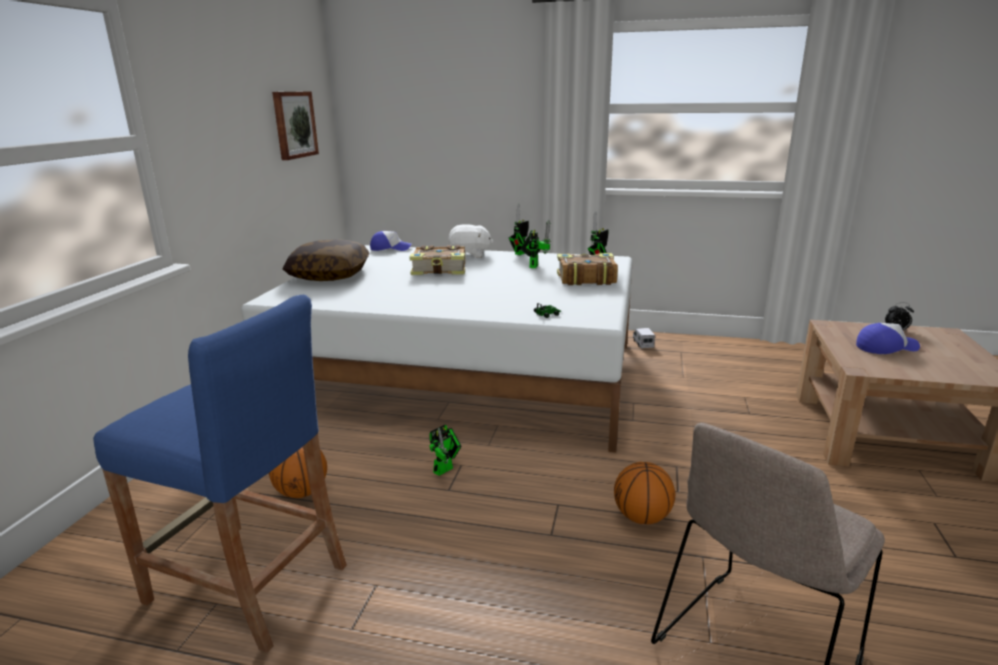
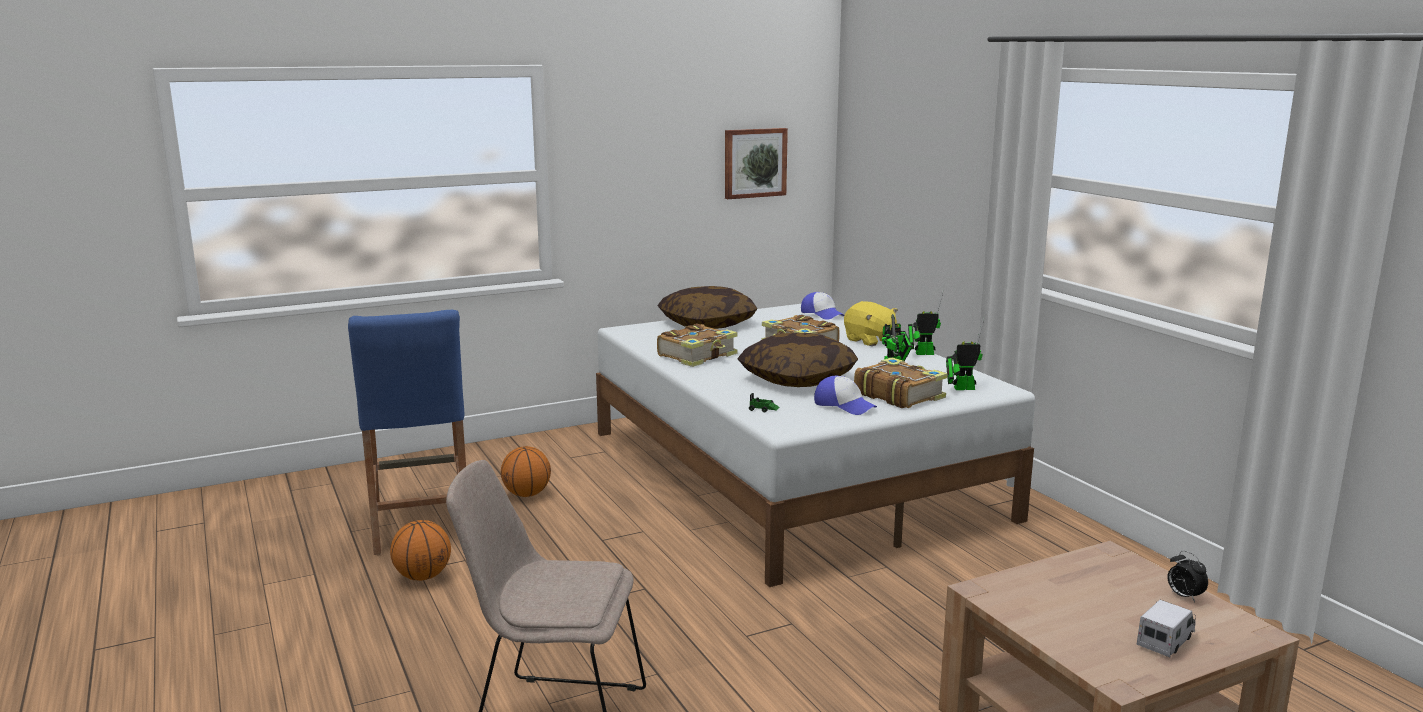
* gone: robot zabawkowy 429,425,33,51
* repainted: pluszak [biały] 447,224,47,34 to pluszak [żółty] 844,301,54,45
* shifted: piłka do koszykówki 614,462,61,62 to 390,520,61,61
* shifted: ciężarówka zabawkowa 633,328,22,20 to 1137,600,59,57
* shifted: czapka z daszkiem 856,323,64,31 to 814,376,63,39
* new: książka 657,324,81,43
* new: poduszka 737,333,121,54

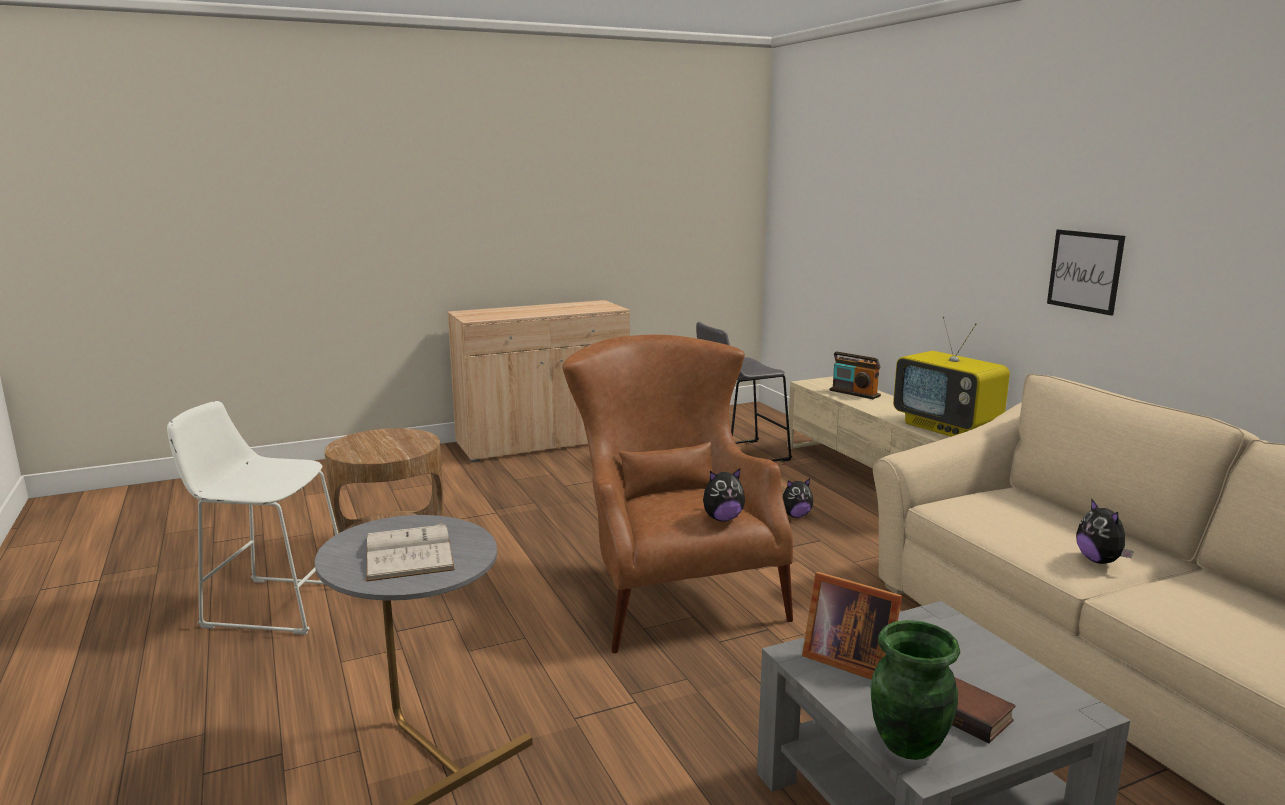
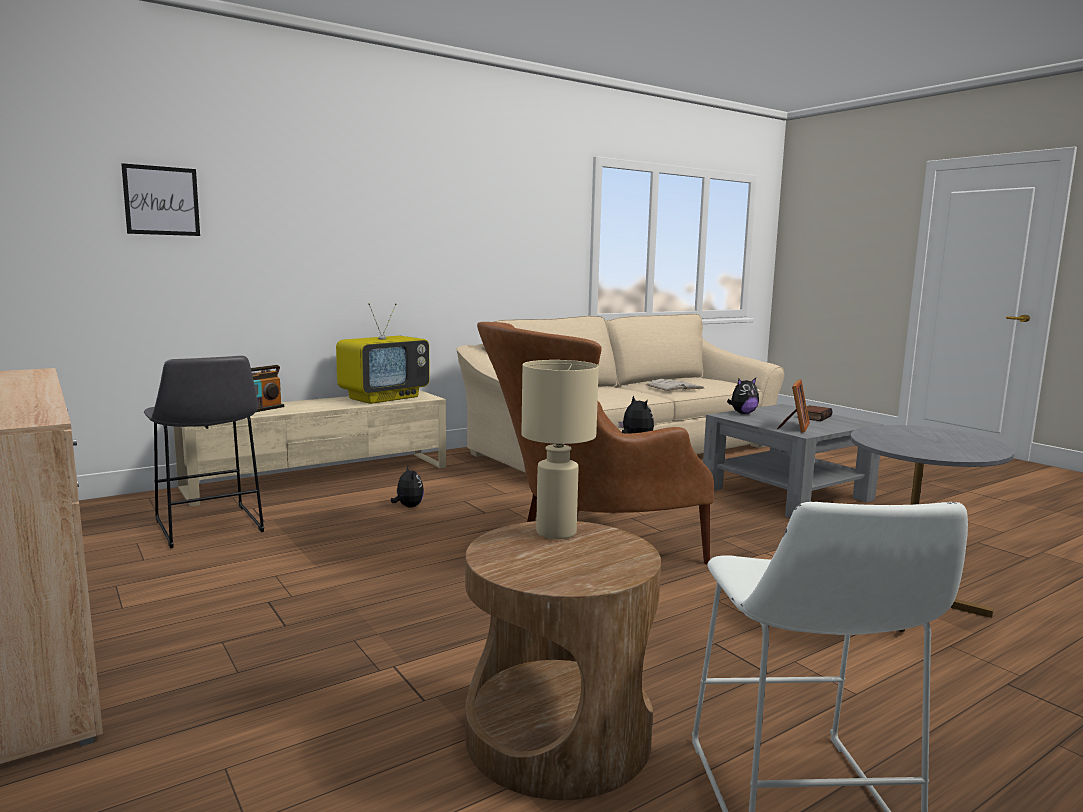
* shifted: książka [biały] 366,521,89,61 to 646,379,59,12
* gone: wazon [zielony] 871,620,89,140
* shifted: obraz 1047,230,78,86 to 121,163,79,73
* shifted: pluszak 1076,498,58,66 to 727,378,32,36
* new: lampa stołowa [beżowy] 521,360,78,179

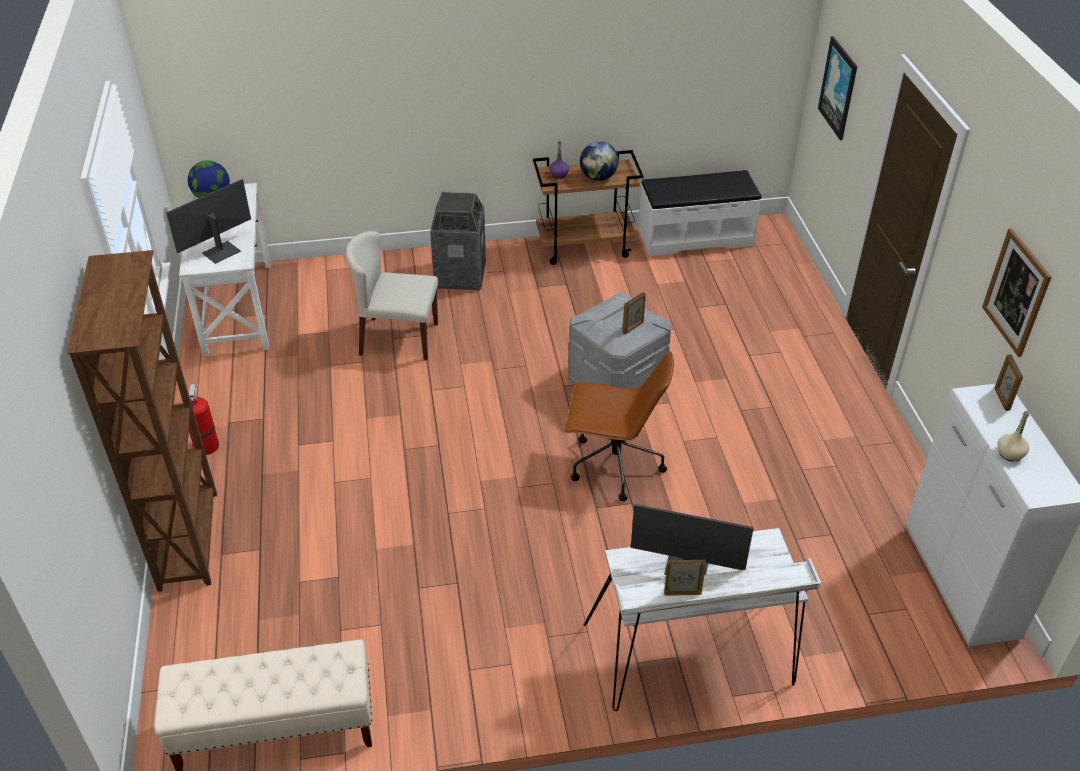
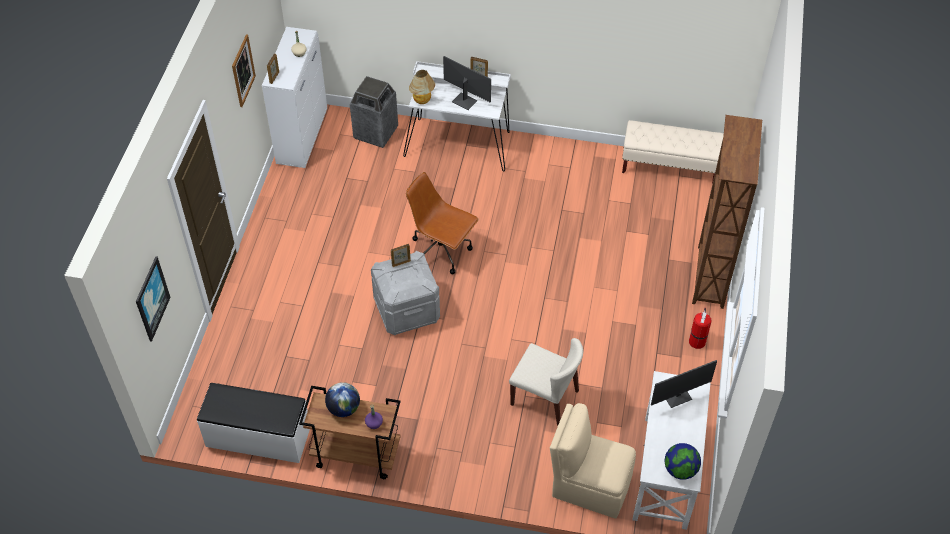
* shifted: kosz na śmieci 430,192,56,98 to 350,76,48,72
* new: lampa stołowa 409,70,26,34
* new: krzesło [beżowy] 550,403,86,115

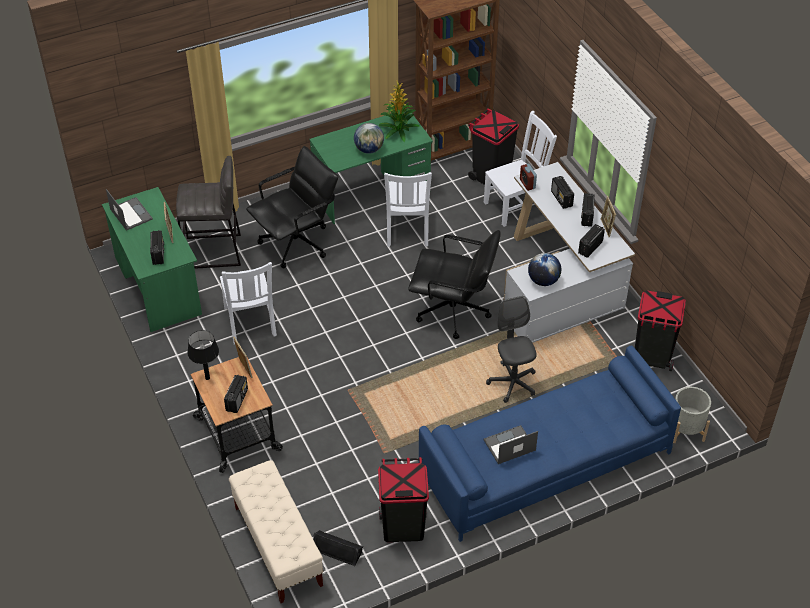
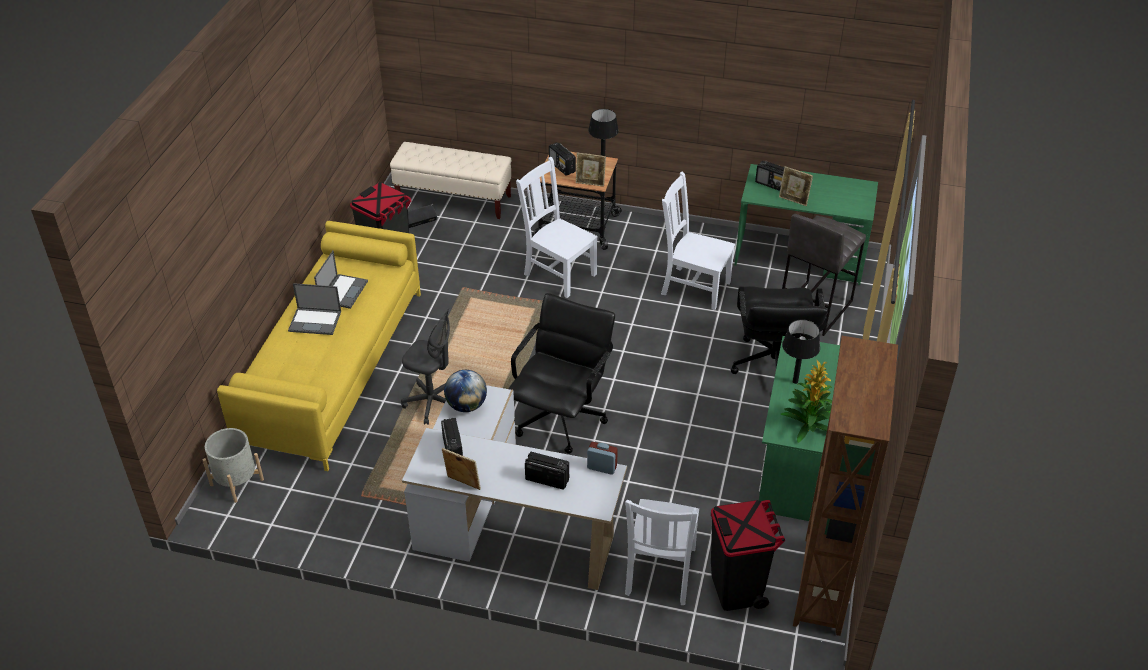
* shifted: laptop 106,189,47,42 to 288,283,53,52
* swapped: globus 354,123,30,31 to lampa stołowa [czarny] 782,319,38,65
* shifted: krzesło [biały] 384,172,48,75 to 516,157,82,141
* rotated: krzesło biurowe [czarny] 408,230,93,109 = 509,293,106,161 150 degrees clockwise
* repainted: kanapa [niebieski] 418,346,263,196 to kanapa [żółty] 217,221,204,250
* gone: radio 581,193,14,34
* gone: kosz na śmieci [czarny] 635,290,51,81

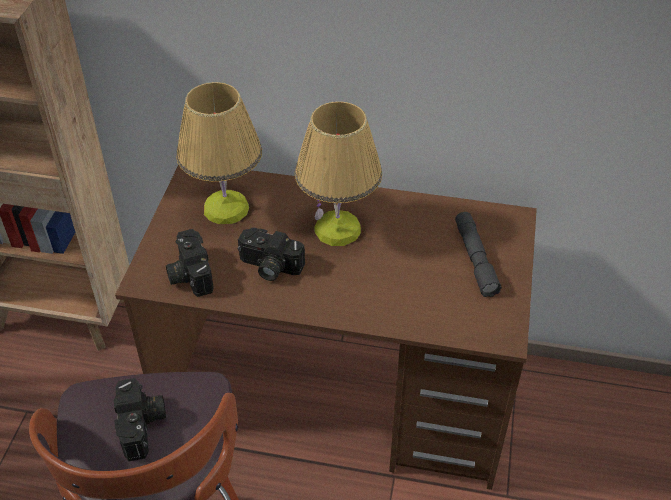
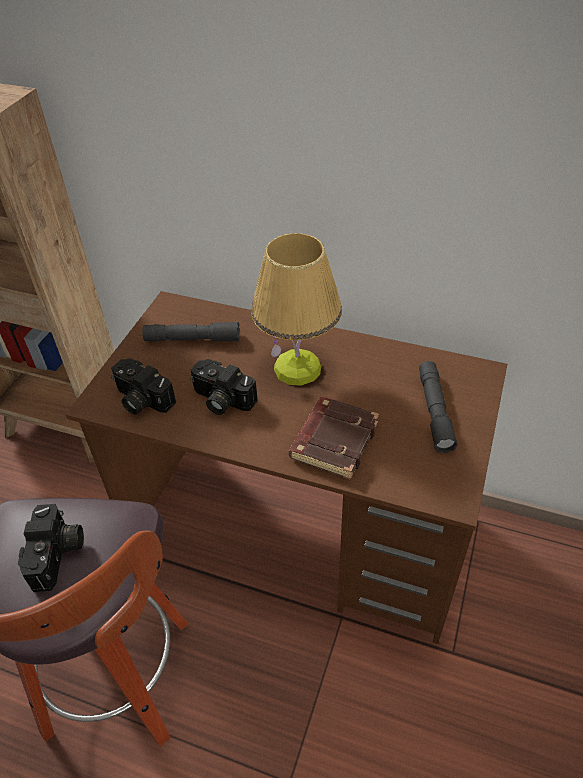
* rotated: aparat fotograficzny 166,229,48,68 = 111,358,65,57 45 degrees counterclockwise
* swapped: lampa stołowa 176,82,86,142 to latarka [szary] 142,322,98,20
* new: książka [brązowy] 289,397,90,83

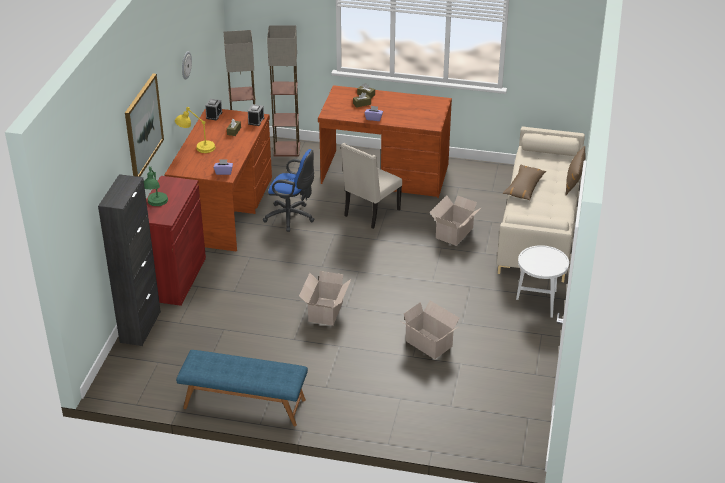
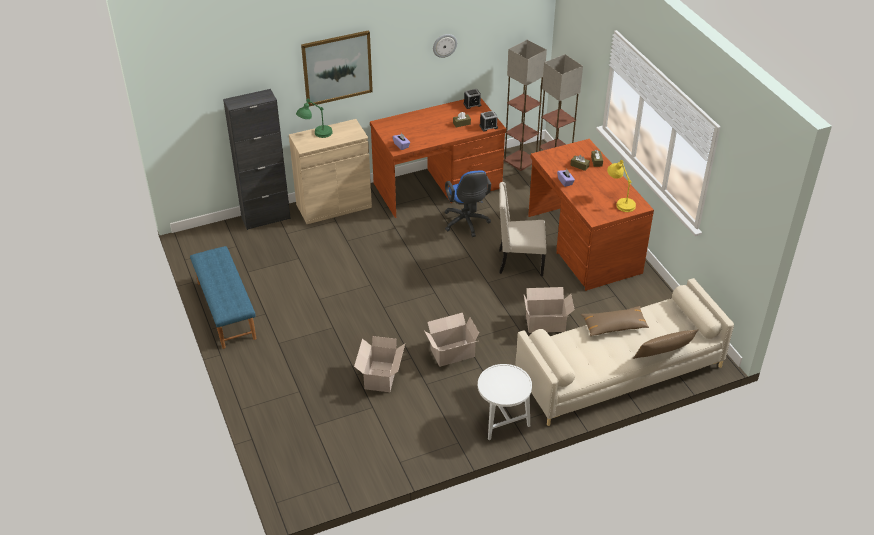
* repainted: szafka [czerwony] 146,176,60,130 to szafka [beżowy] 289,119,83,105
* shifted: lampa stołowa [żółty] 175,107,40,46 to 607,160,29,52
* shifted: karton 299,271,52,55 to 424,313,55,54

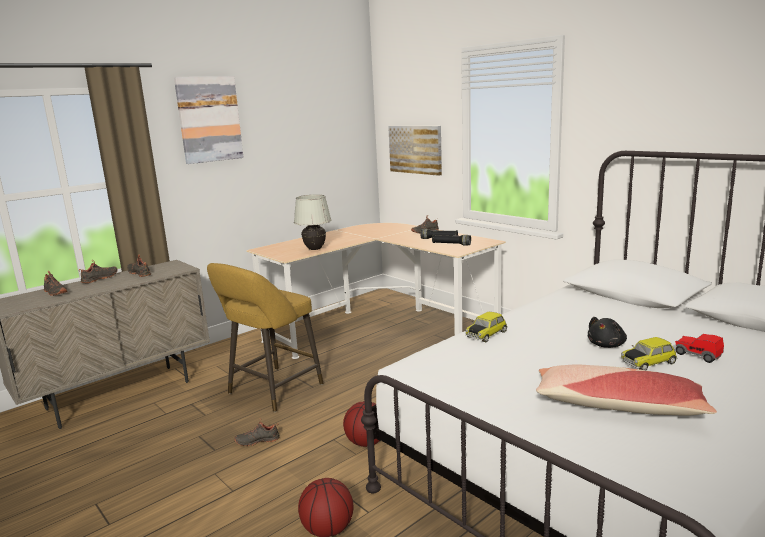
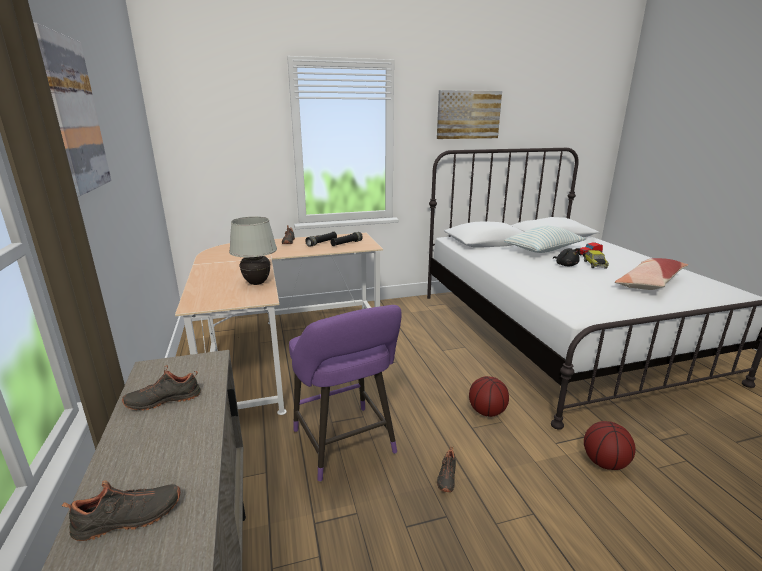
* gone: but [czarny] 79,260,39,23
* repainted: stołek [żółty] 207,263,116,149 to stołek [fioletowy] 289,305,113,177
* shifted: obraz 388,126,54,50 to 437,90,65,49
* gone: samochodzik 465,312,43,30
* new: poduszka 504,226,82,27

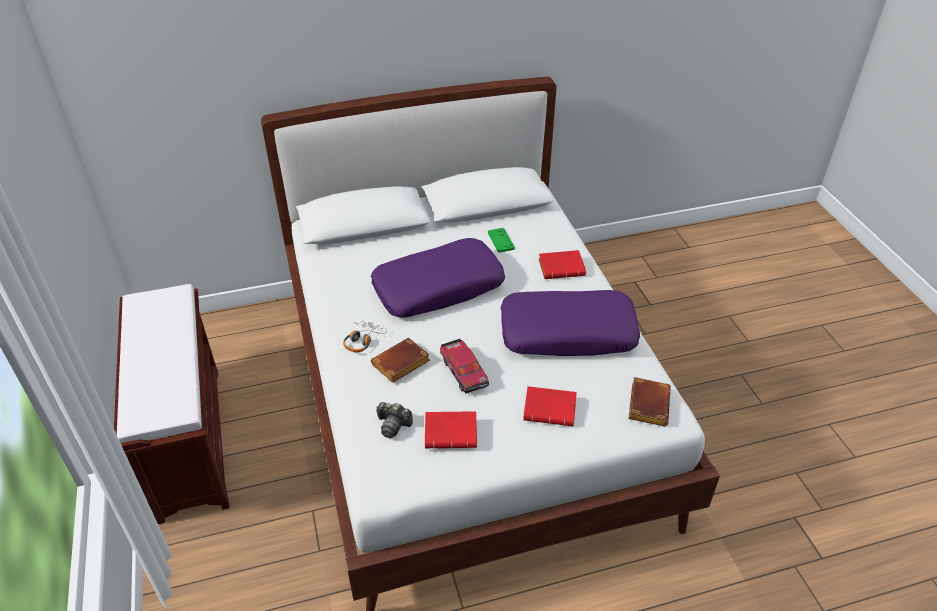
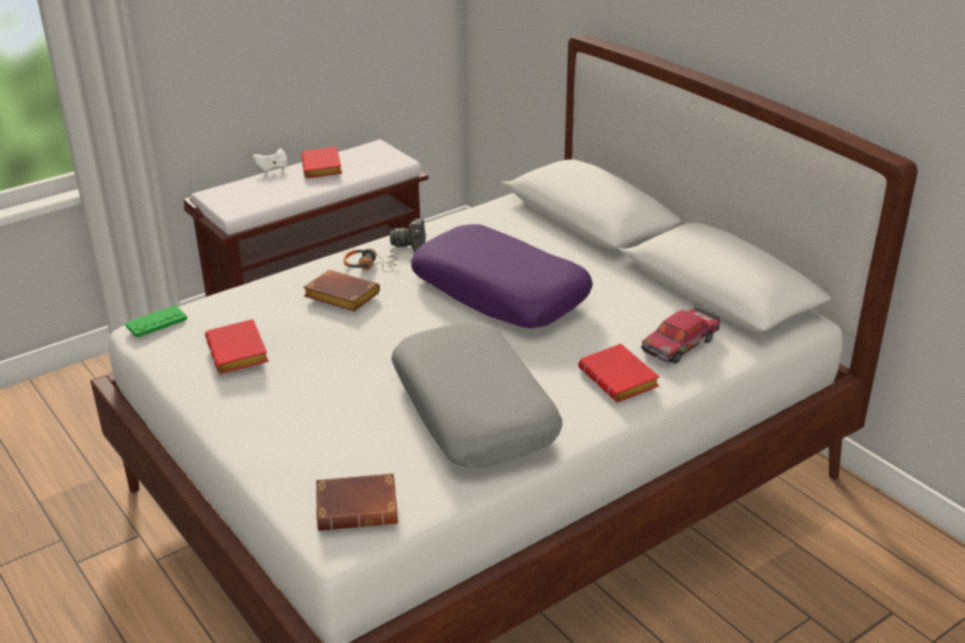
* shifted: aparat fotograficzny 376,402,37,36 to 390,218,36,35
* shifted: samochodzik 440,339,49,54 to 641,307,79,57
* shifted: pad do gier [zielony] 488,228,27,25 to 125,305,62,32
* repainted: poduszka [fioletowy] 500,290,140,66 to poduszka [szary] 391,321,171,147
* shifted: książka [czerwony] 523,386,54,40 to 301,146,41,32
* new: pad do gier [biały] 253,149,34,25

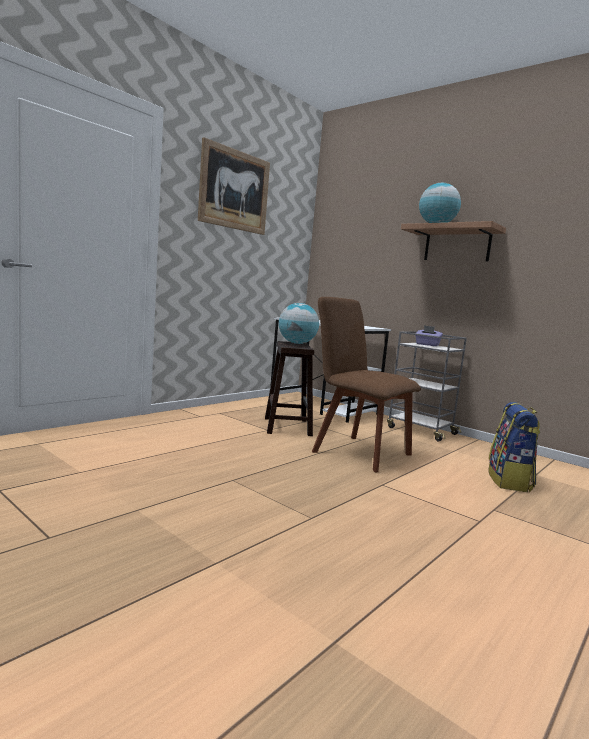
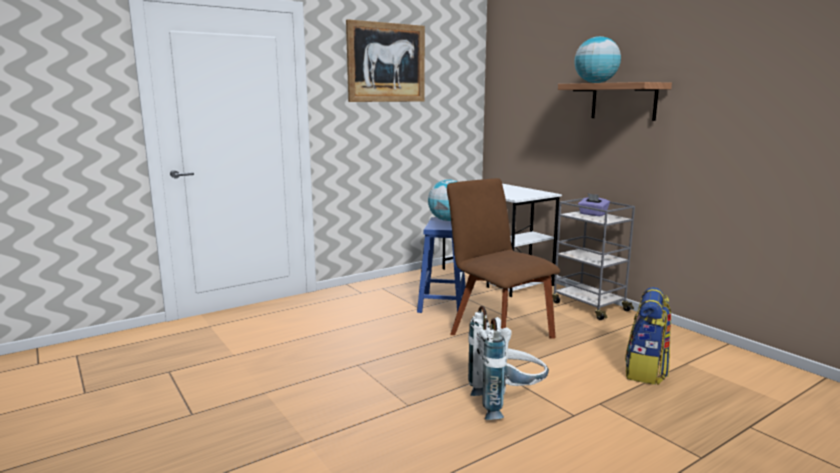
* repainted: stołek [brązowy] 265,341,49,95 to stołek [niebieski] 417,217,49,96
* new: plecak [biały] 468,306,81,114

